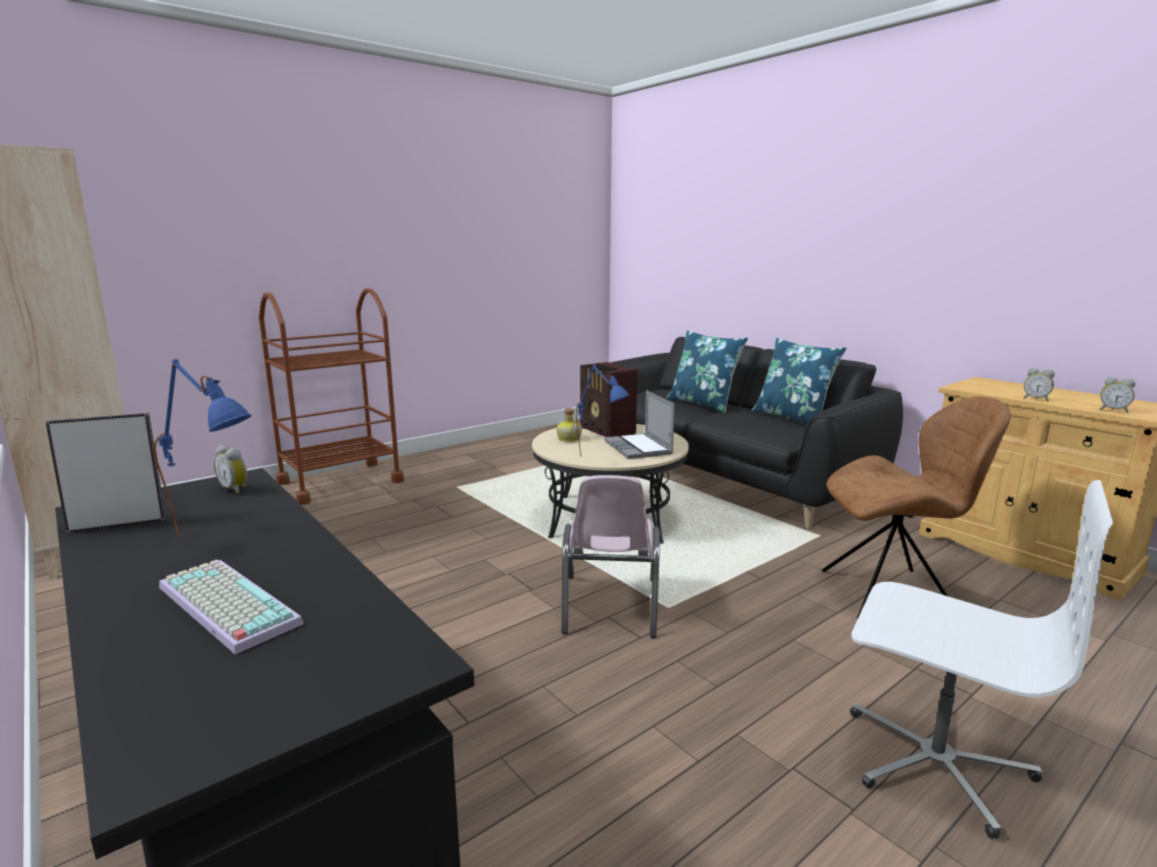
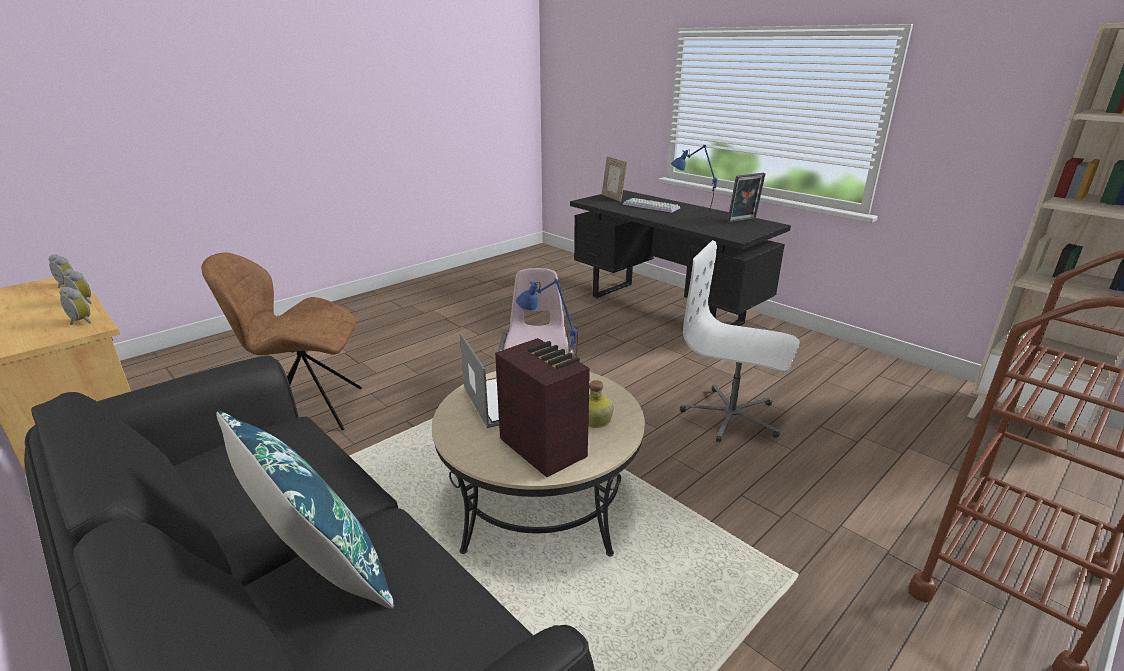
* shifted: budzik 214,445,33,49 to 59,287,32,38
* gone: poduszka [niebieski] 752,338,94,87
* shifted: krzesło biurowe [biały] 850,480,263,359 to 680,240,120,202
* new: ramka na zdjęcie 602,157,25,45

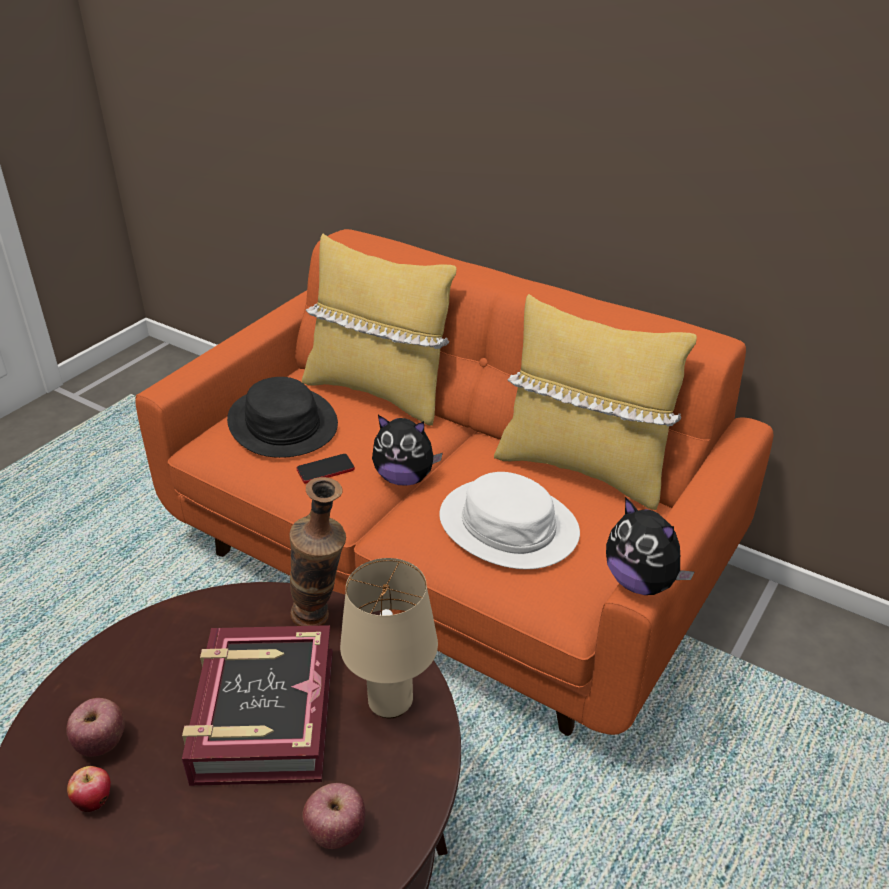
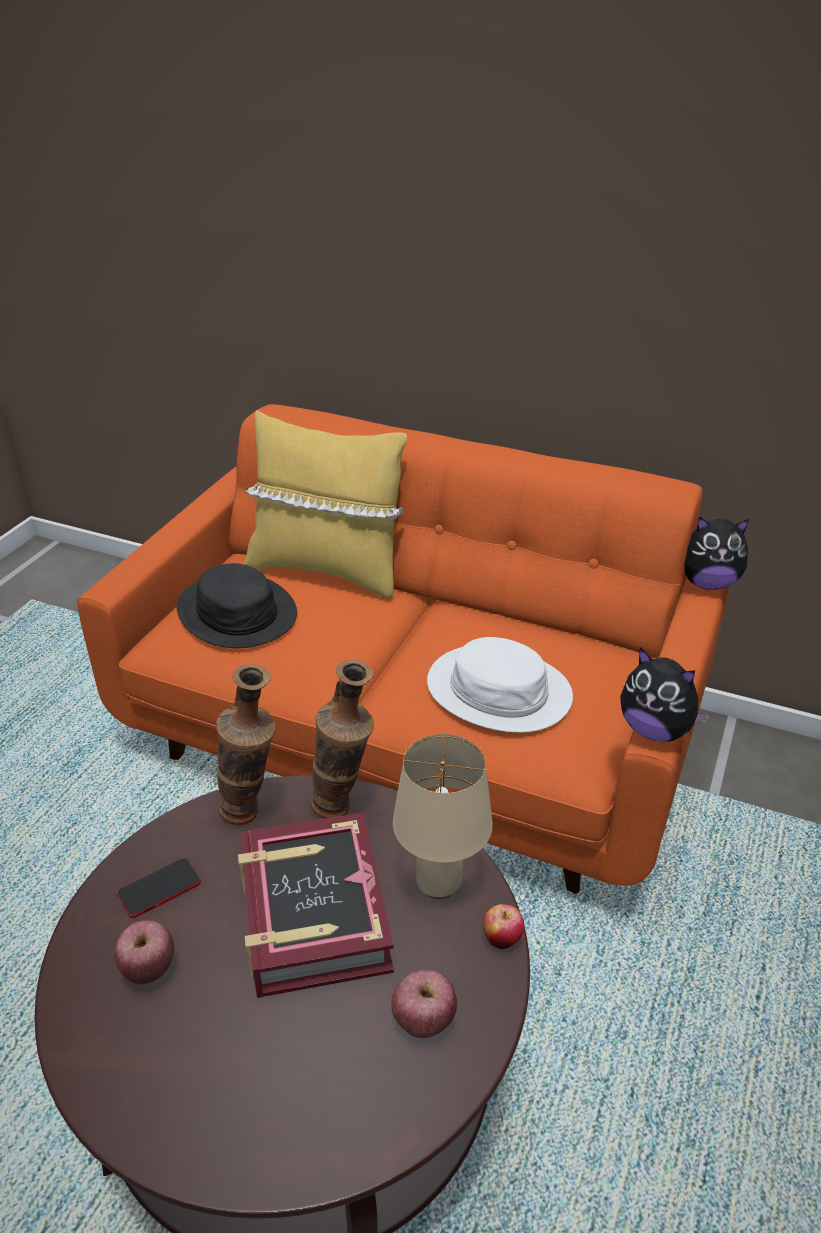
* shifted: jabłko 67,766,44,46 to 483,904,42,45
* shifted: telefon 296,454,59,29 to 117,858,84,60
* shifted: pluszak 372,415,71,71 to 684,516,65,74
* gone: poduszka [żółty] 494,294,203,216
* new: wazon 216,664,60,161

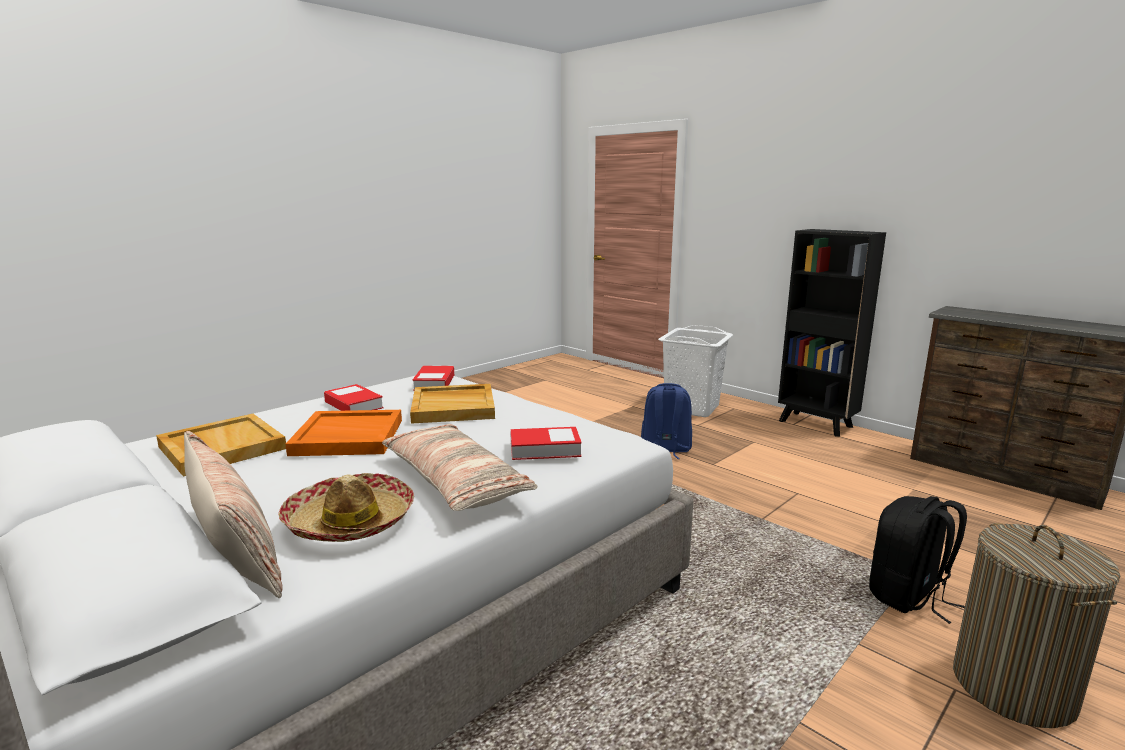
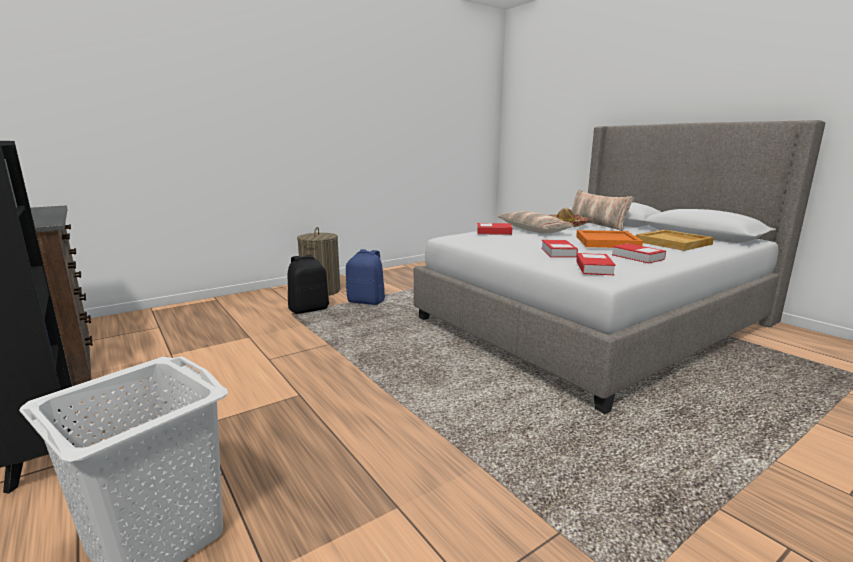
* swapped: taca [beżowy] 410,384,85,40 to książka 541,240,37,17
* shifted: plecak [niebieski] 641,383,51,76 to 346,249,39,56

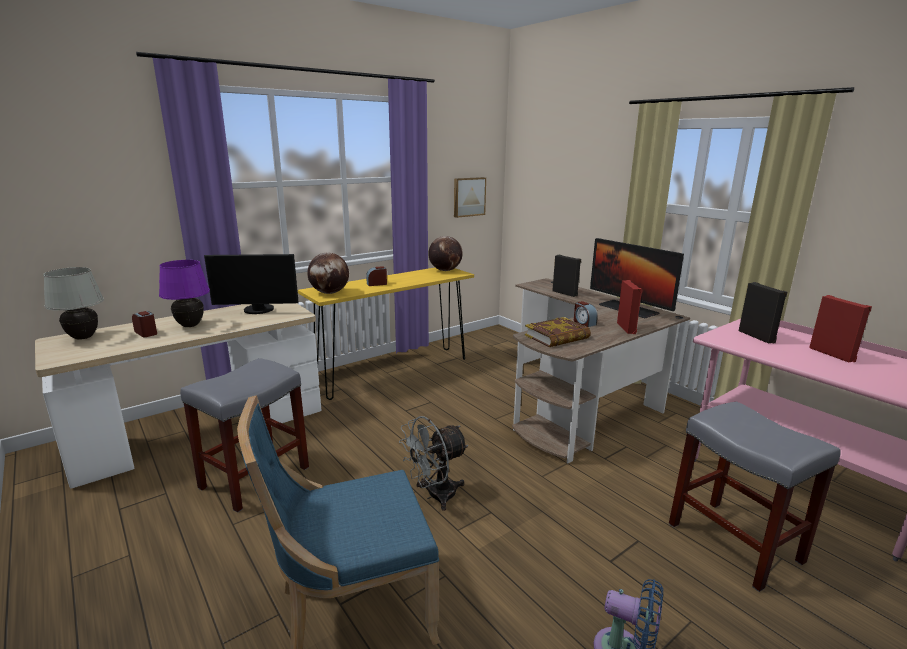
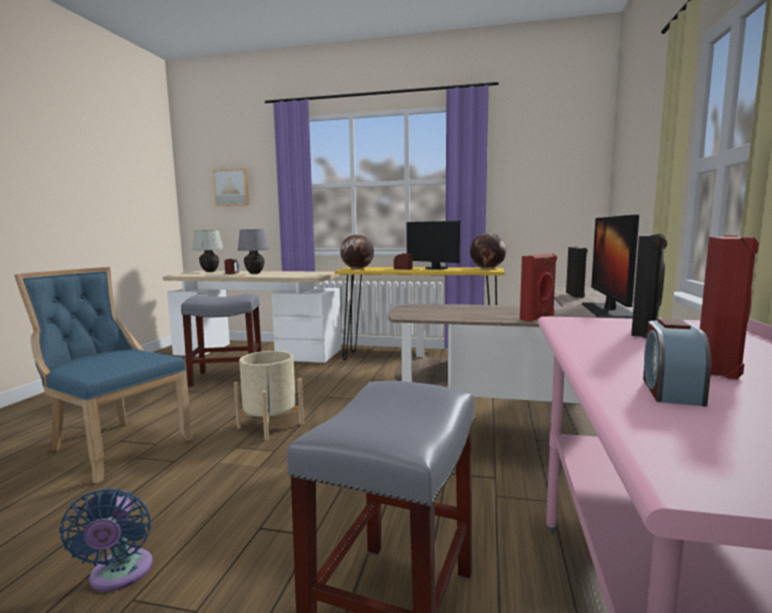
* repainted: lampa stołowa [fioletowy] 159,260,51,67 to lampa stołowa [szary] 237,229,32,45
* shifted: monitor 204,254,95,60 to 406,221,54,48
* swapped: wentylator [szary] 399,416,70,95 to donica [beżowy] 234,351,70,89
* shifted: obraz 454,177,32,41 to 213,168,36,38
* gone: książka 525,317,66,30
* shifted: budzik 574,301,24,26 to 643,319,68,88

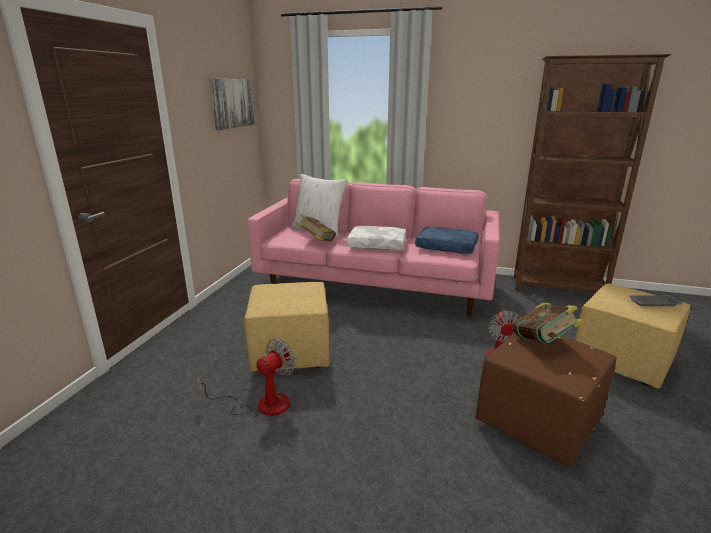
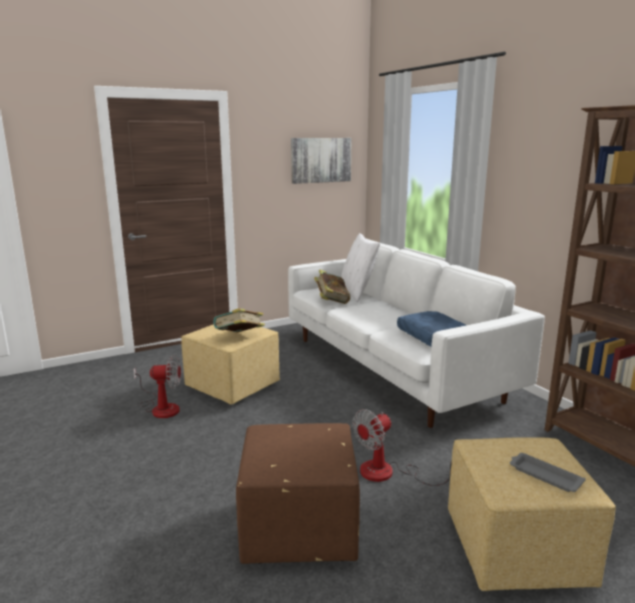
* repainted: kanapa [różowy] 247,179,253,137 to kanapa [biały] 288,238,257,190
* gone: poduszka [biały] 347,226,59,24
* shifted: książka 512,303,72,40 to 213,308,52,24

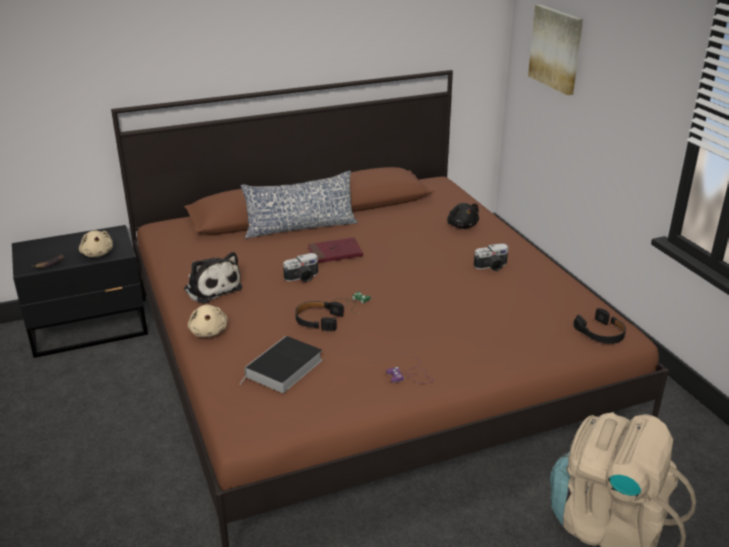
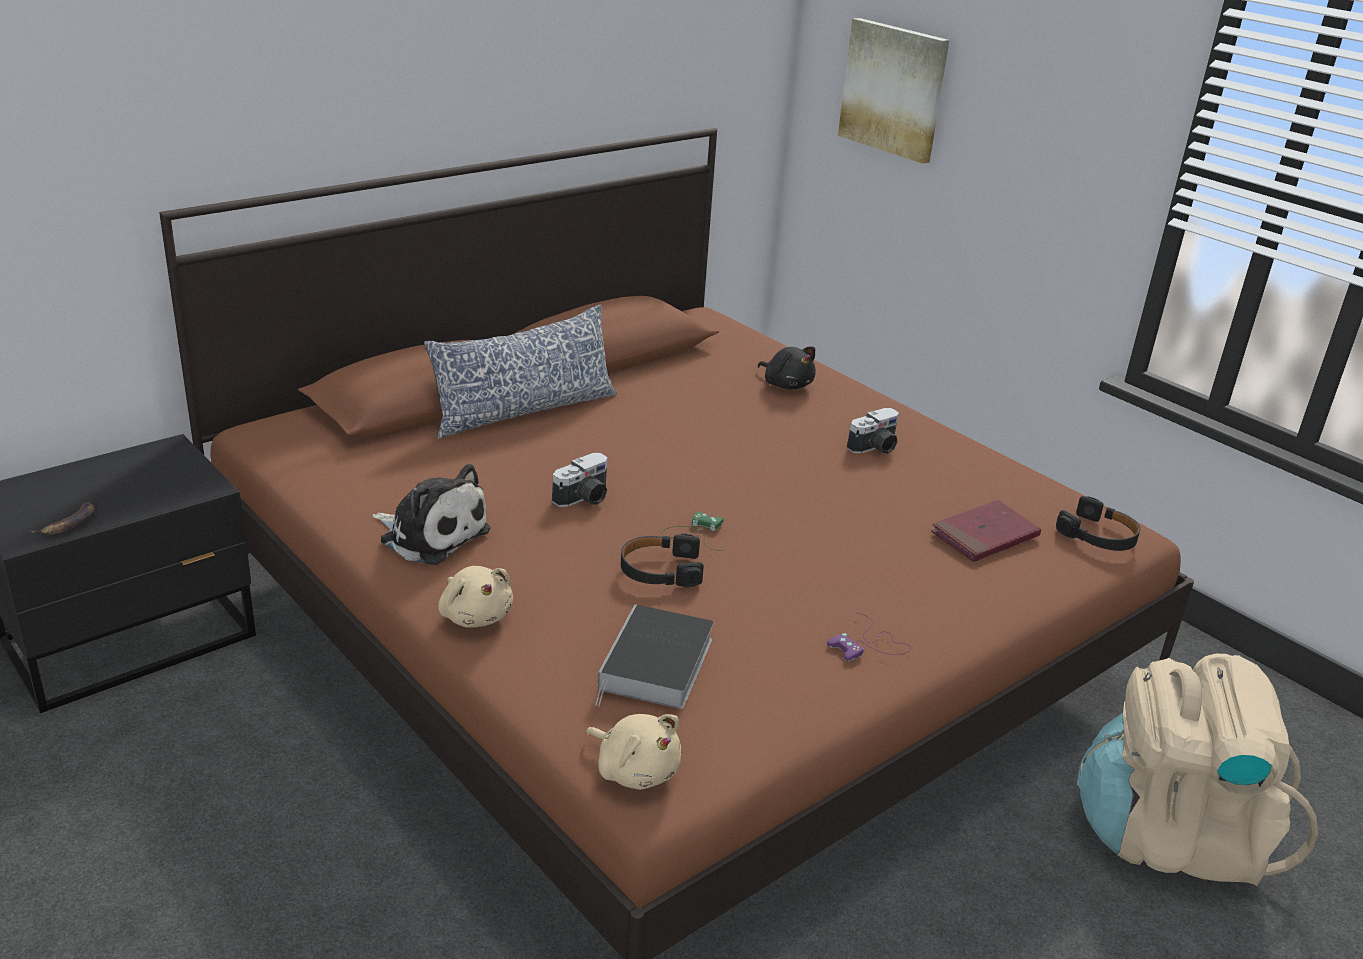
* shifted: pluszak [beżowy] 79,230,34,27 to 586,714,95,76
* shifted: książka [czerwony] 308,237,55,26 to 931,500,110,62

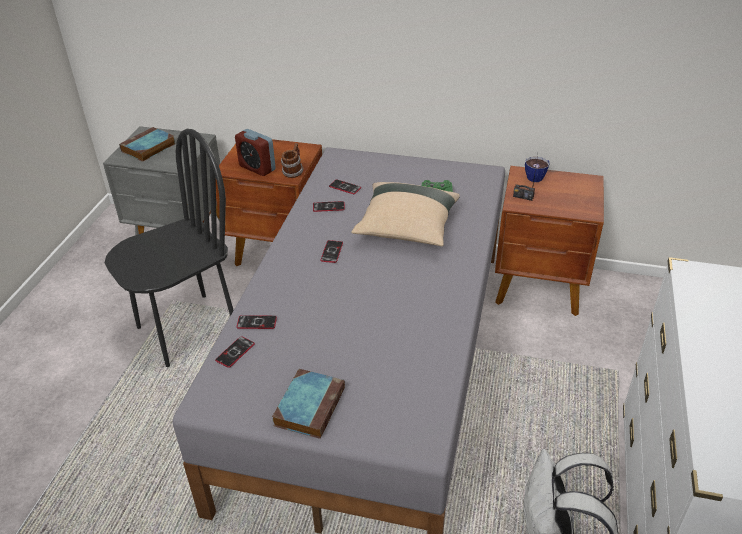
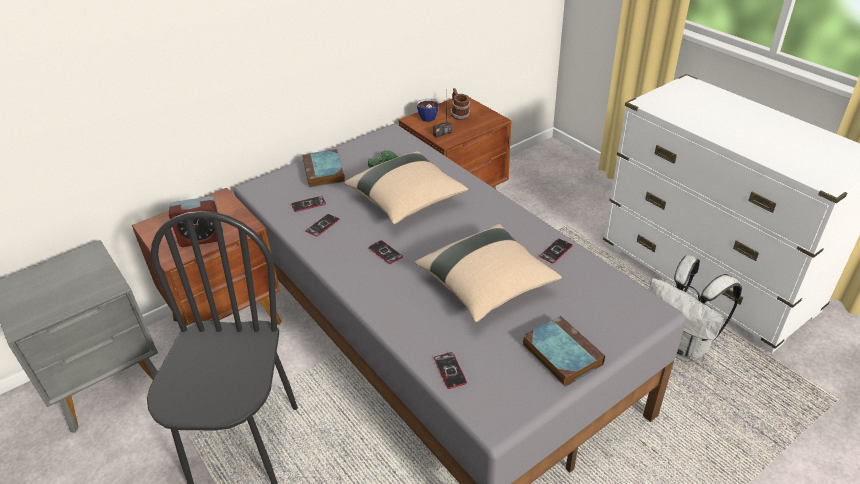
* shifted: książka 119,127,57,35 to 302,149,43,38
* shifted: telefon 237,315,40,14 to 539,239,34,24
* shifted: kubek 281,143,23,35 to 450,88,20,32
* new: poduszka [beżowy] 415,224,147,98

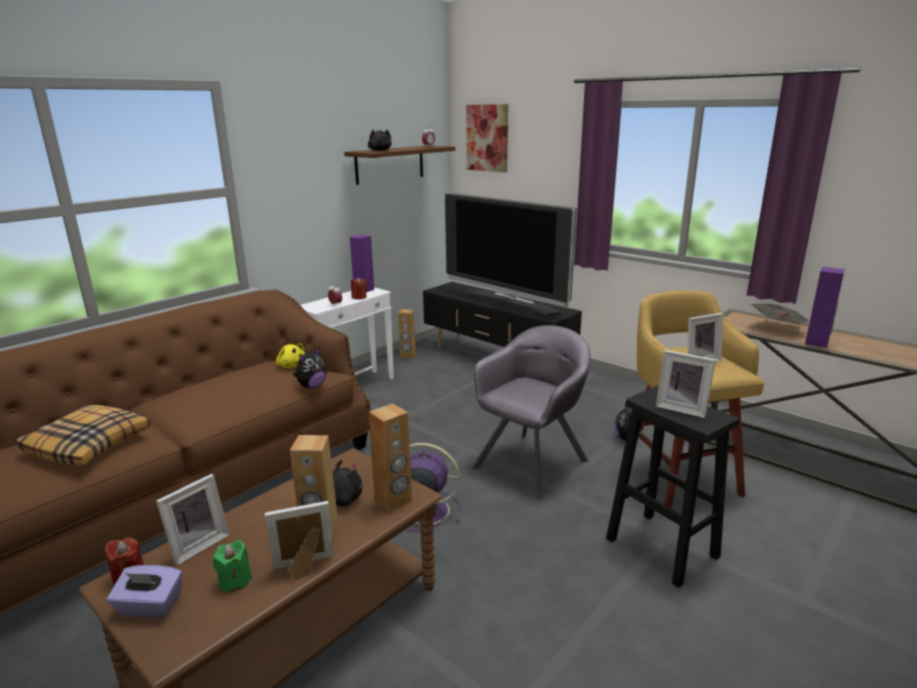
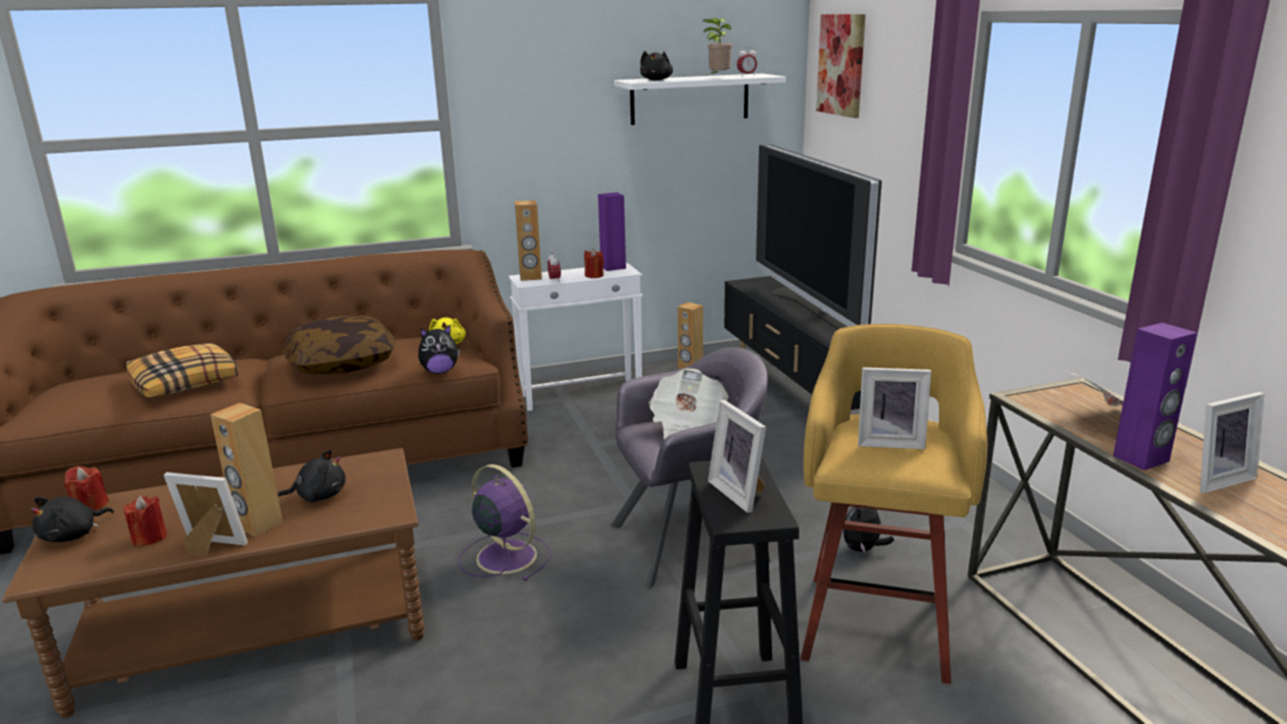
* swapped: pudełko chusteczek [fioletowy] 107,565,75,53 to pluszak [czarny] 31,497,83,45
* shifted: ramka na zdjęcie 156,474,73,91 to 1200,392,64,101
* repainted: świeca [zielony] 213,540,39,53 to świeca [czerwony] 123,496,44,50
* repainted: półka [brązowy] 344,145,111,40 to półka [biały] 614,74,172,51
* shifted: głośnik [brązowy] 369,404,43,108 to 515,200,27,81
* new: poduszka 283,316,112,59
* new: gazeta 649,368,80,71
* new: roślina doniczkowa 703,18,29,58

